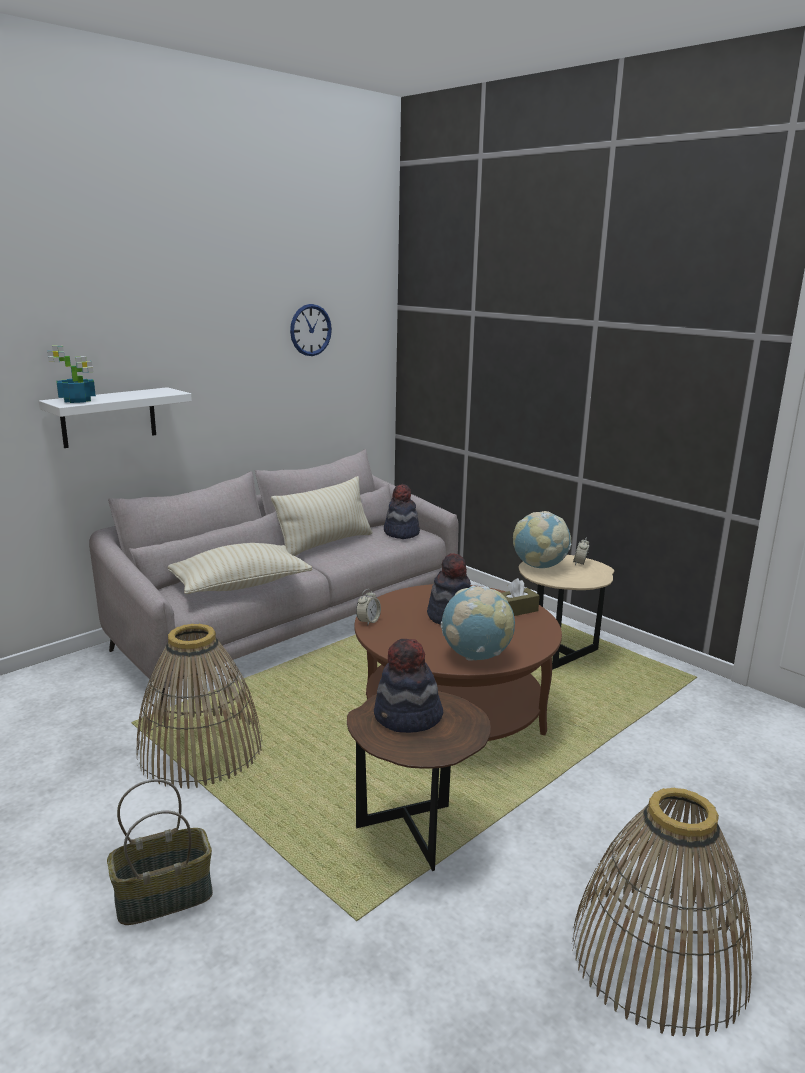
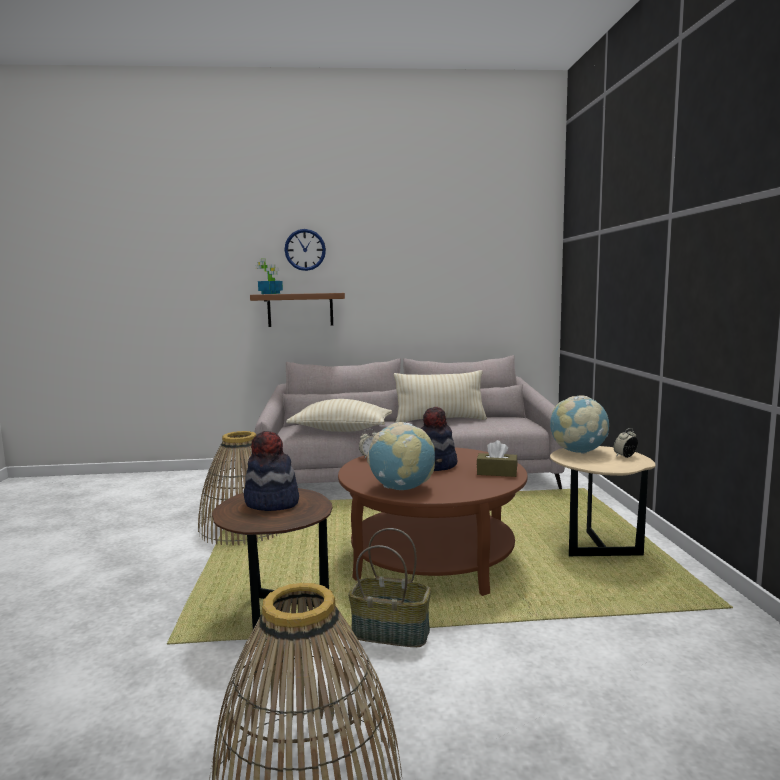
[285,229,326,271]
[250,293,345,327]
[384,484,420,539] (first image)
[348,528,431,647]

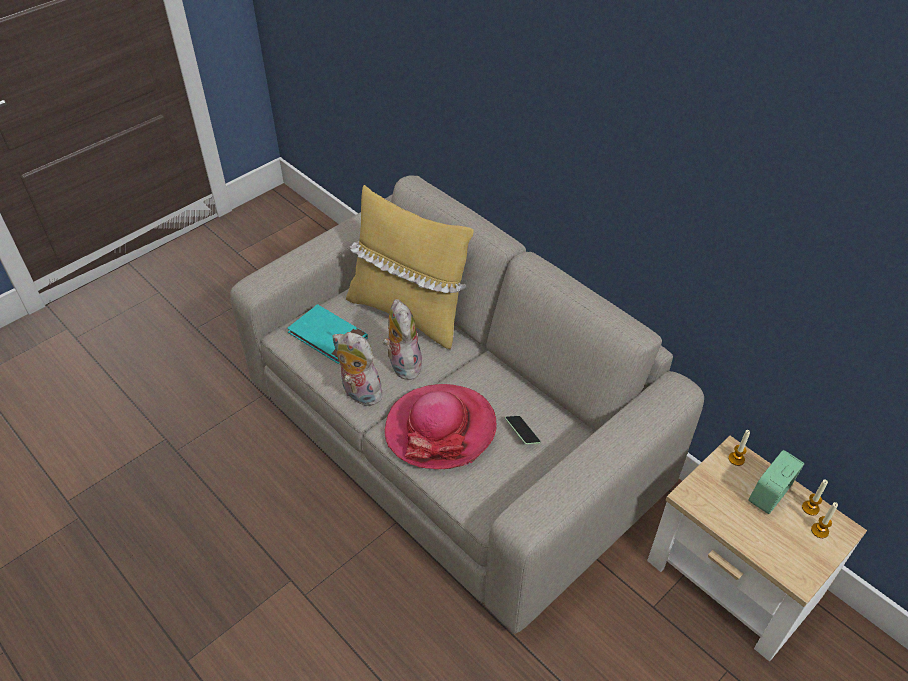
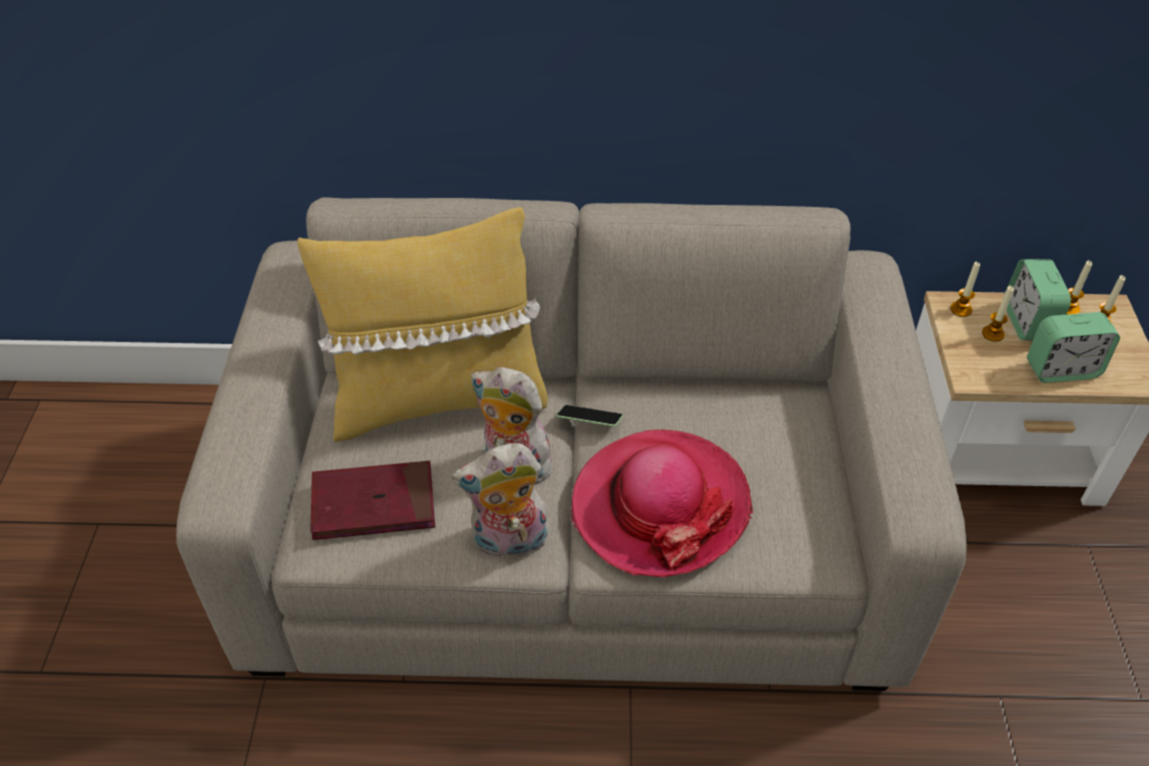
[310,461,435,540]
[556,405,623,427]
[982,286,1014,342]
[1027,312,1120,383]

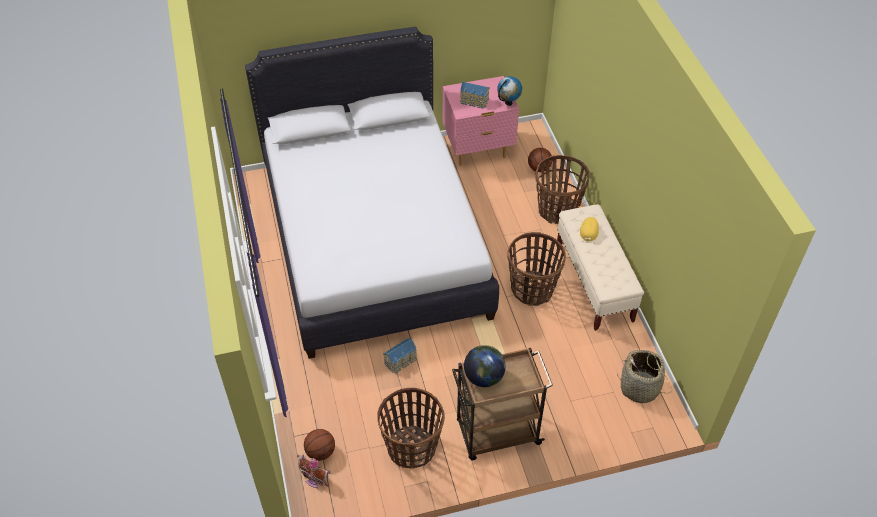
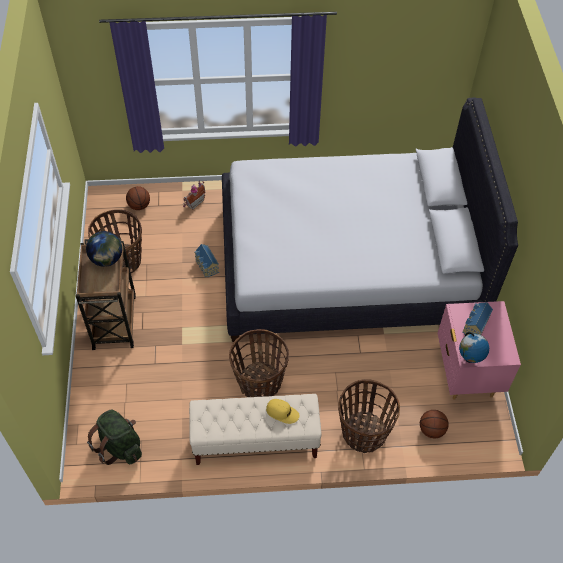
[87,410,142,465]
[183,180,205,210]

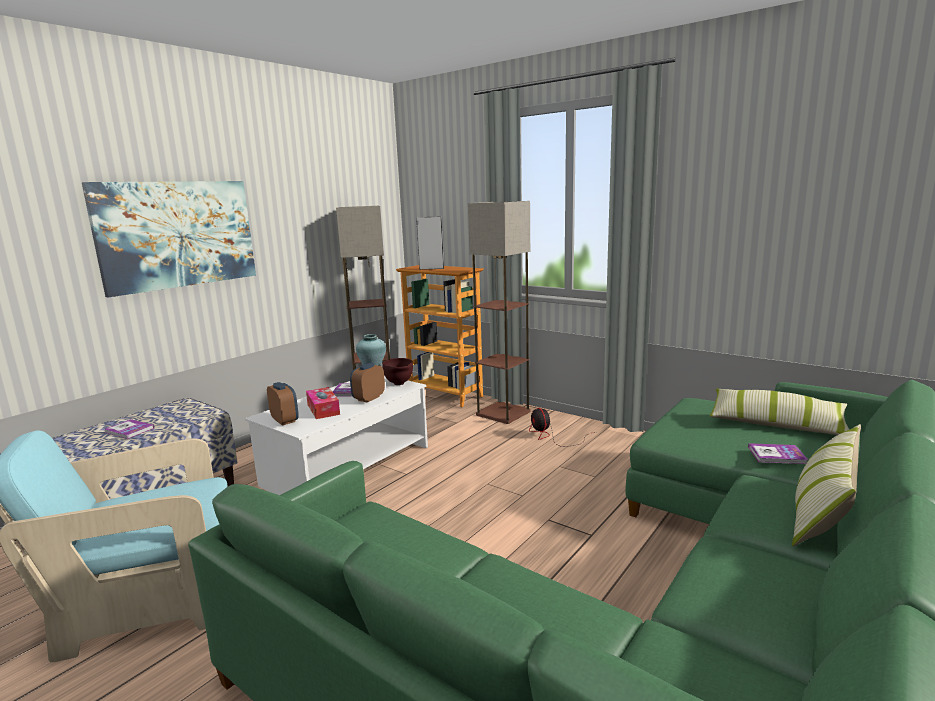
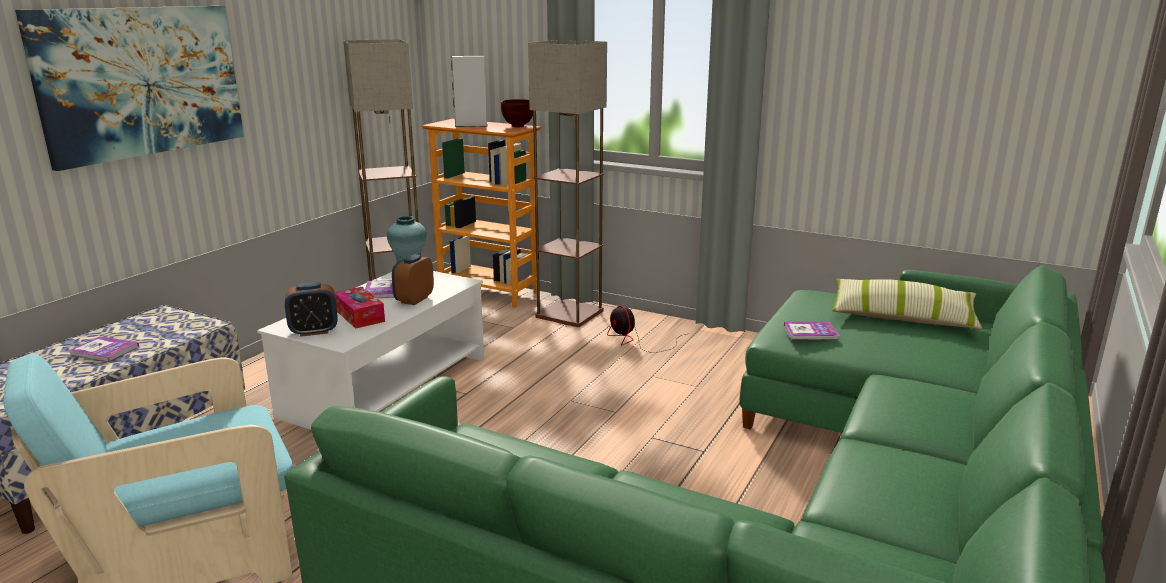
[501,99,533,127]
[285,282,338,337]
[792,424,861,546] (first image)
[784,322,839,340]

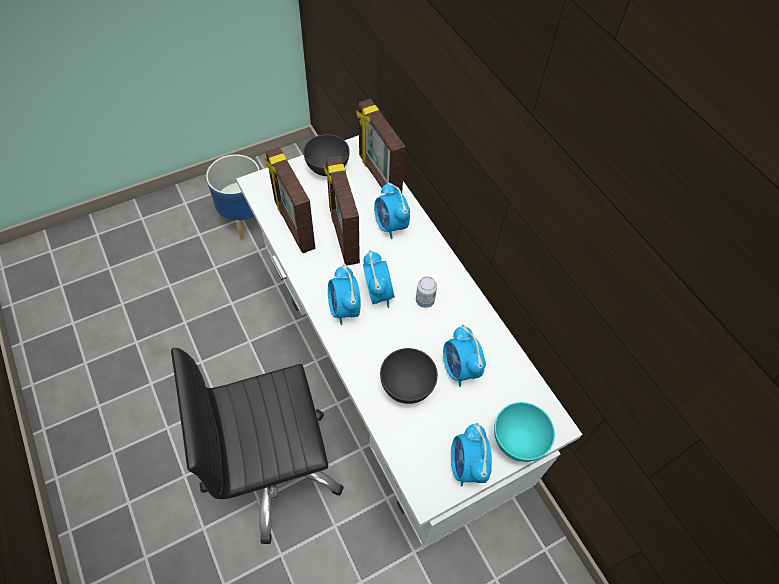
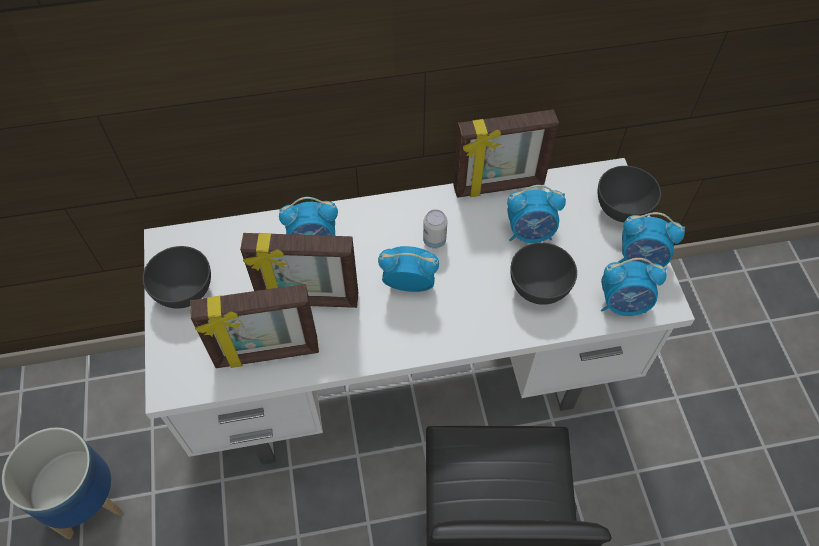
[453,109,559,198]
[601,258,667,316]
[598,166,661,222]

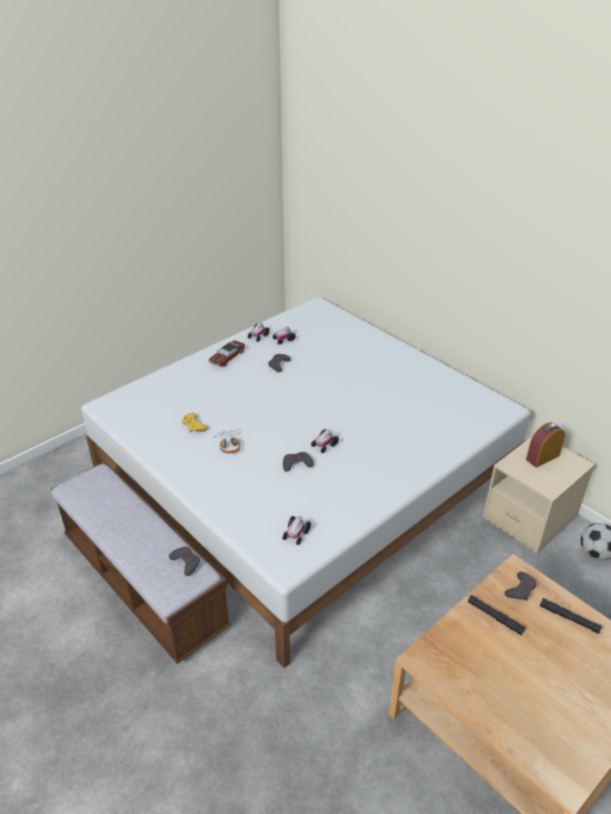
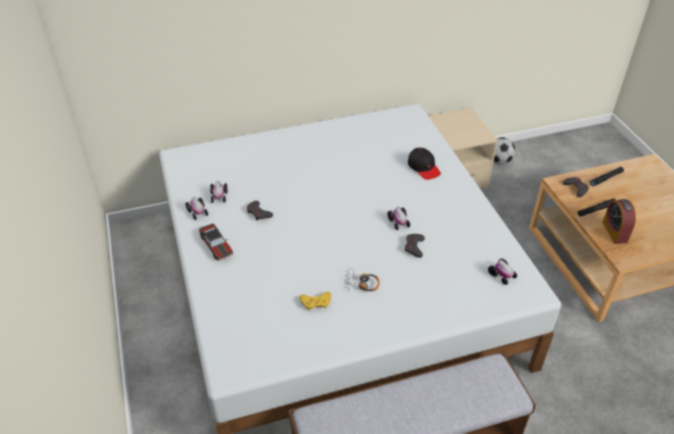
[602,199,636,244]
[169,547,200,576] (first image)
[408,147,441,180]

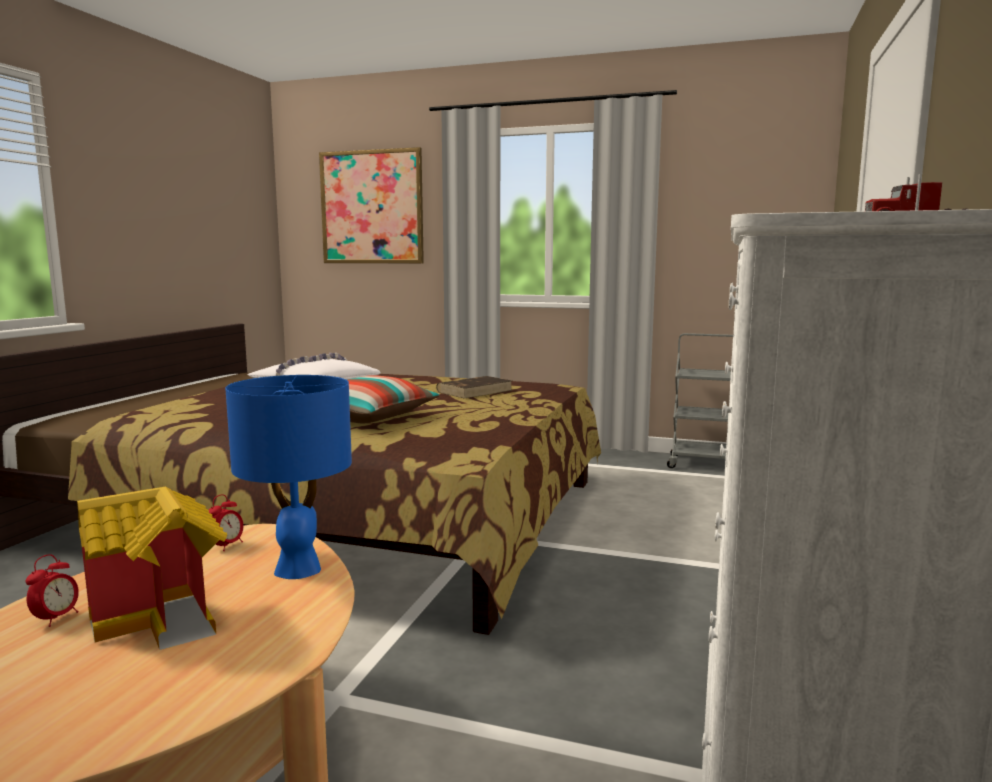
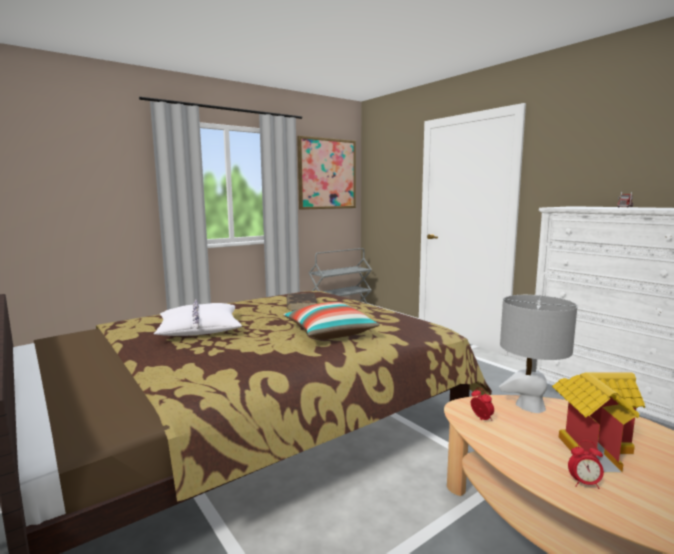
[297,136,356,210]
[499,295,577,413]
[568,440,604,489]

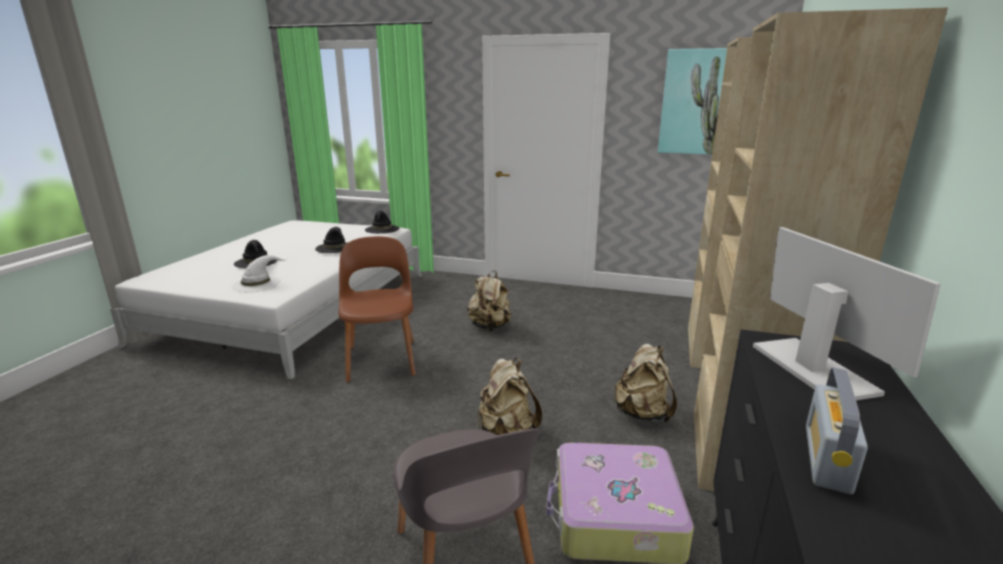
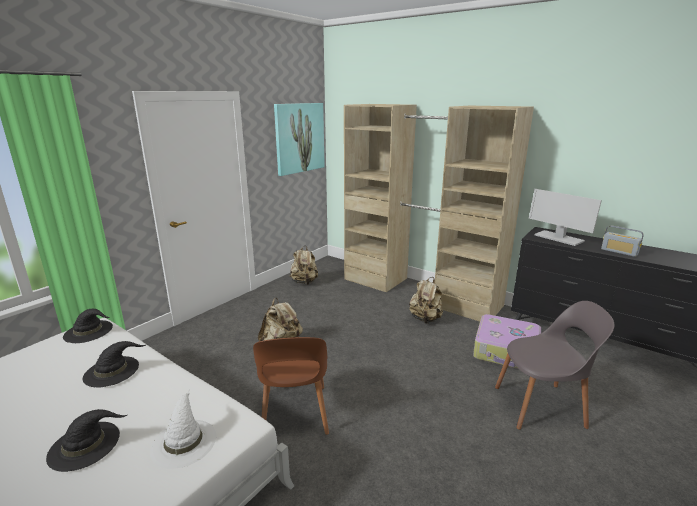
[529,189,602,246]
[253,337,329,435]
[290,246,318,285]

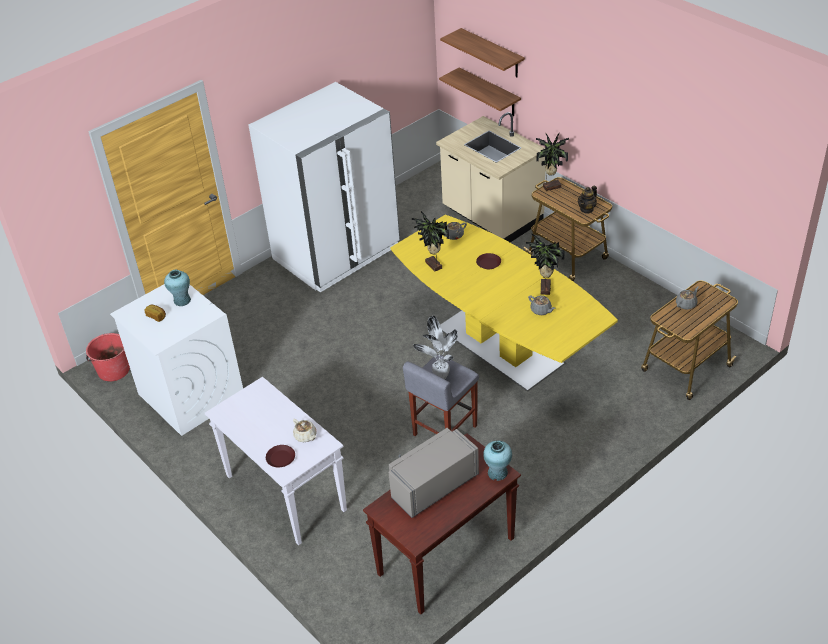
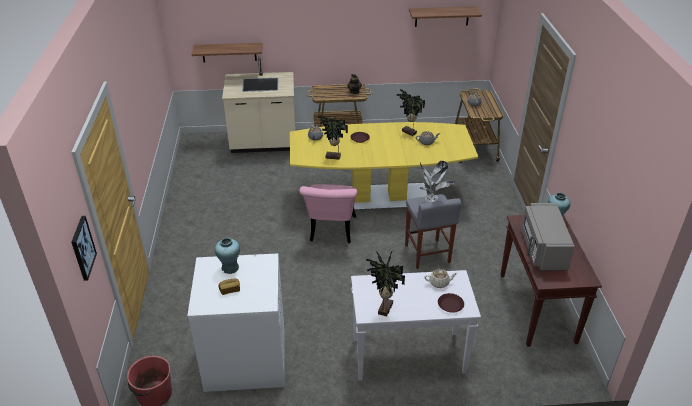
[409,6,482,27]
[249,82,400,292] (first image)
[366,251,405,316]
[299,184,357,243]
[71,216,97,281]

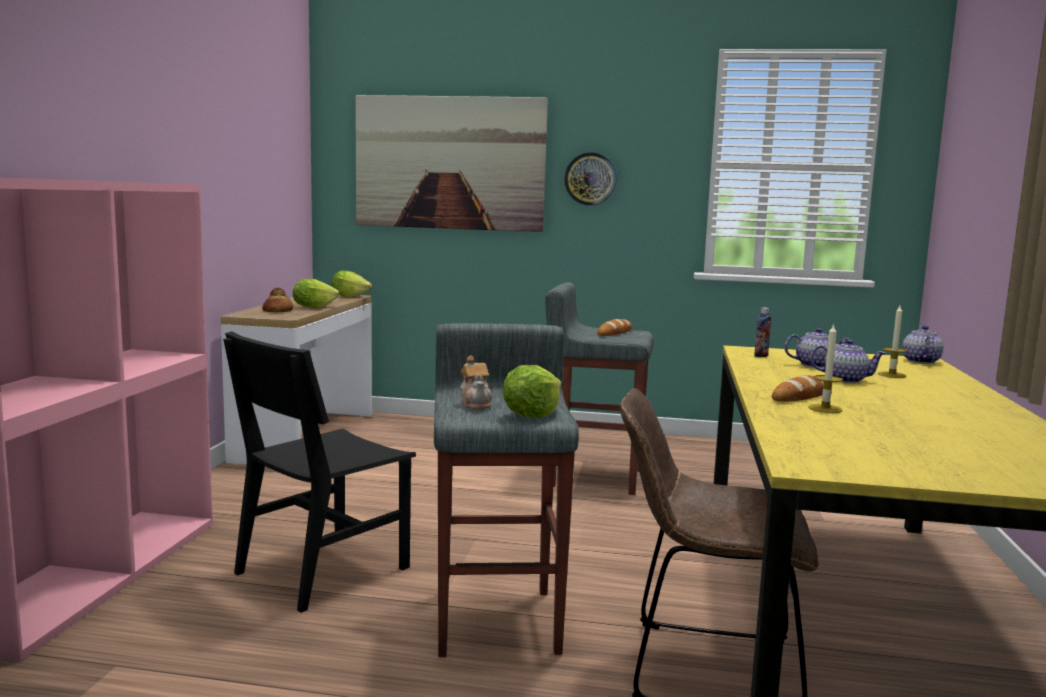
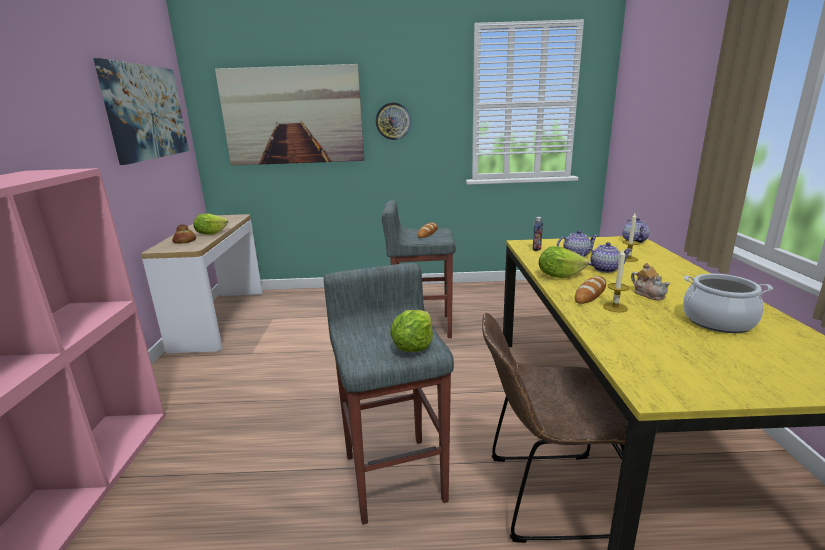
[539,246,589,278]
[223,331,416,613] (first image)
[631,263,670,300]
[93,58,189,165]
[683,274,773,333]

